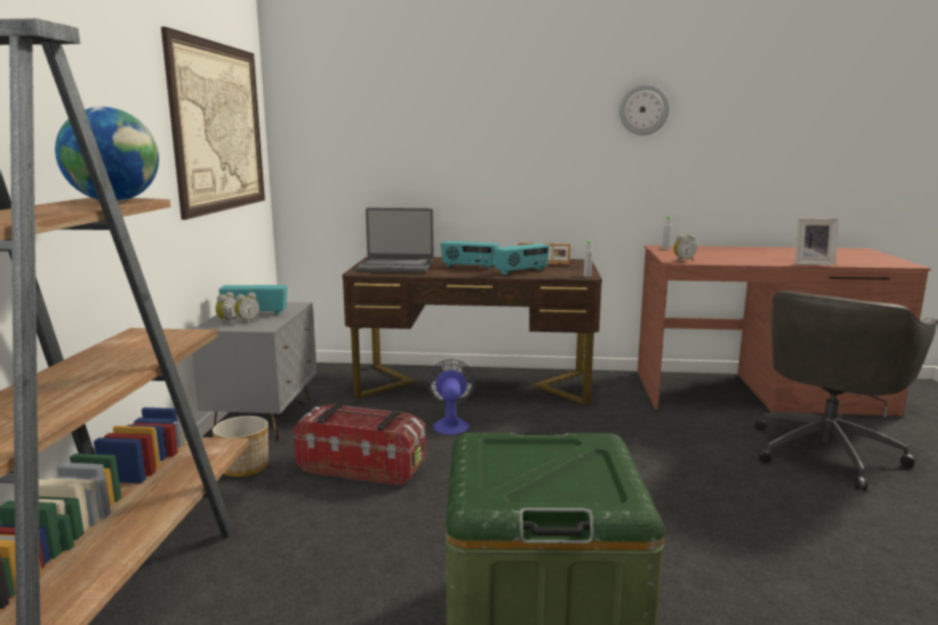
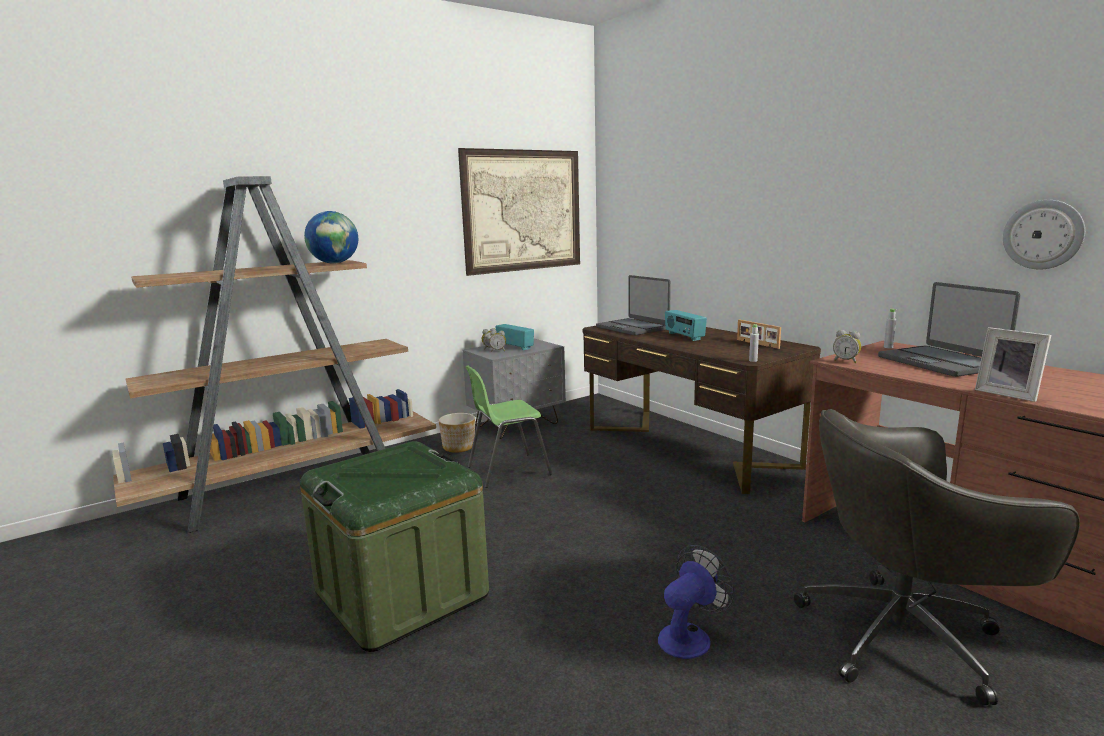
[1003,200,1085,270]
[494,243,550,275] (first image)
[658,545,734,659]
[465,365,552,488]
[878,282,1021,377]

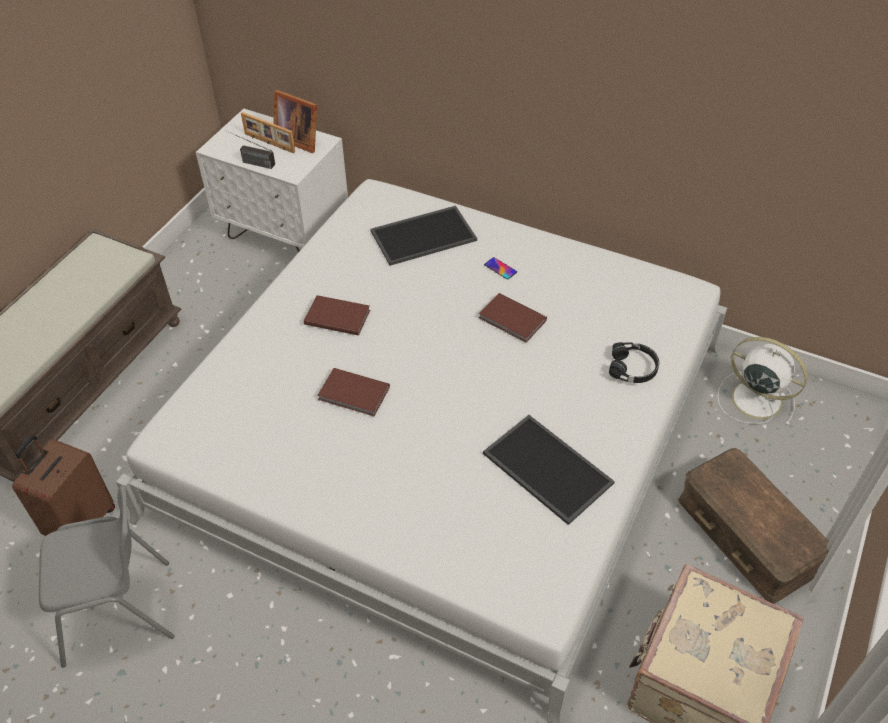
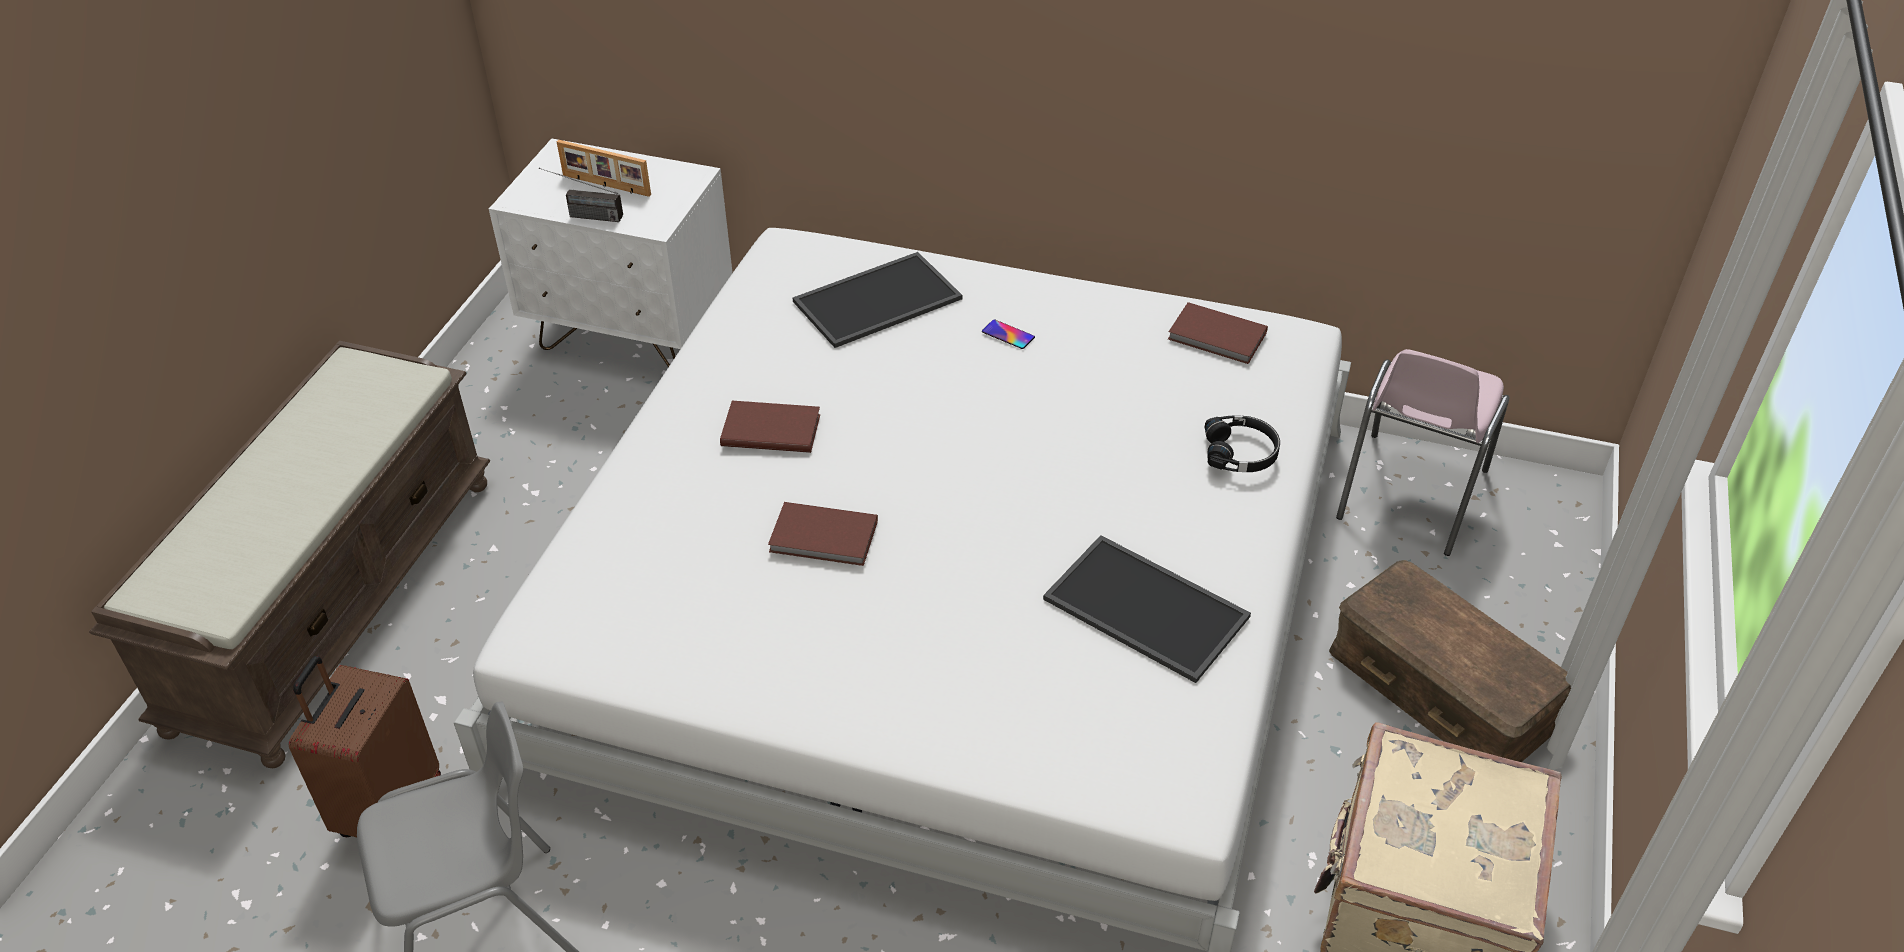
[274,90,317,153] (first image)
[1168,302,1268,364]
[1336,349,1510,556]

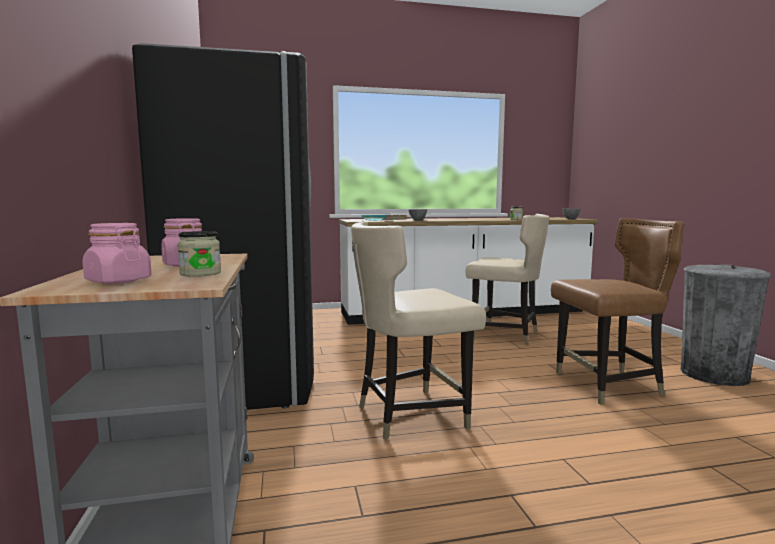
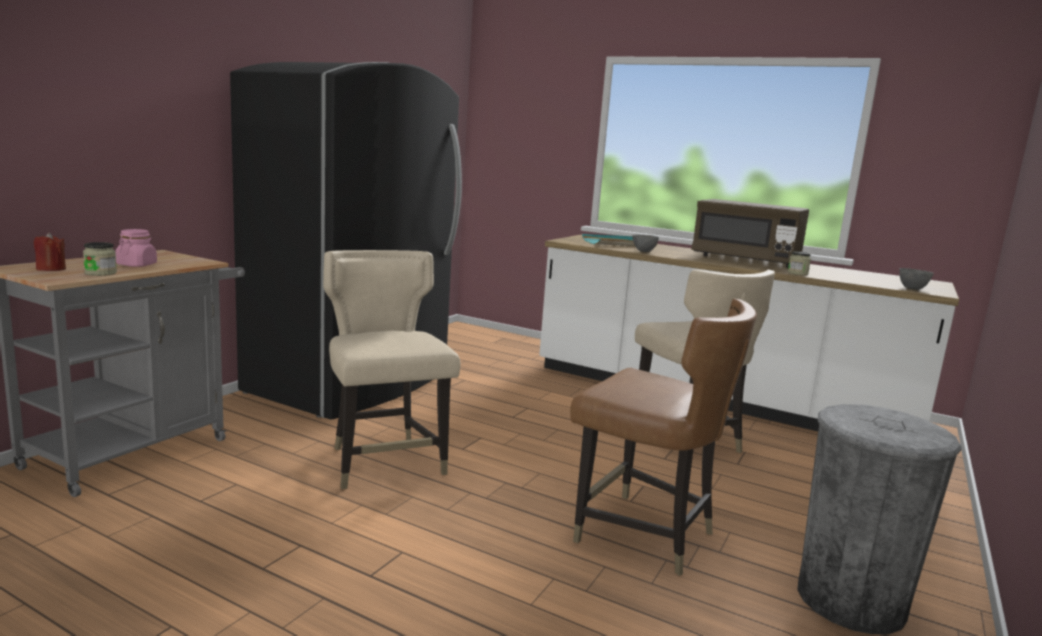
[323,250,461,490]
[34,232,66,271]
[691,199,809,268]

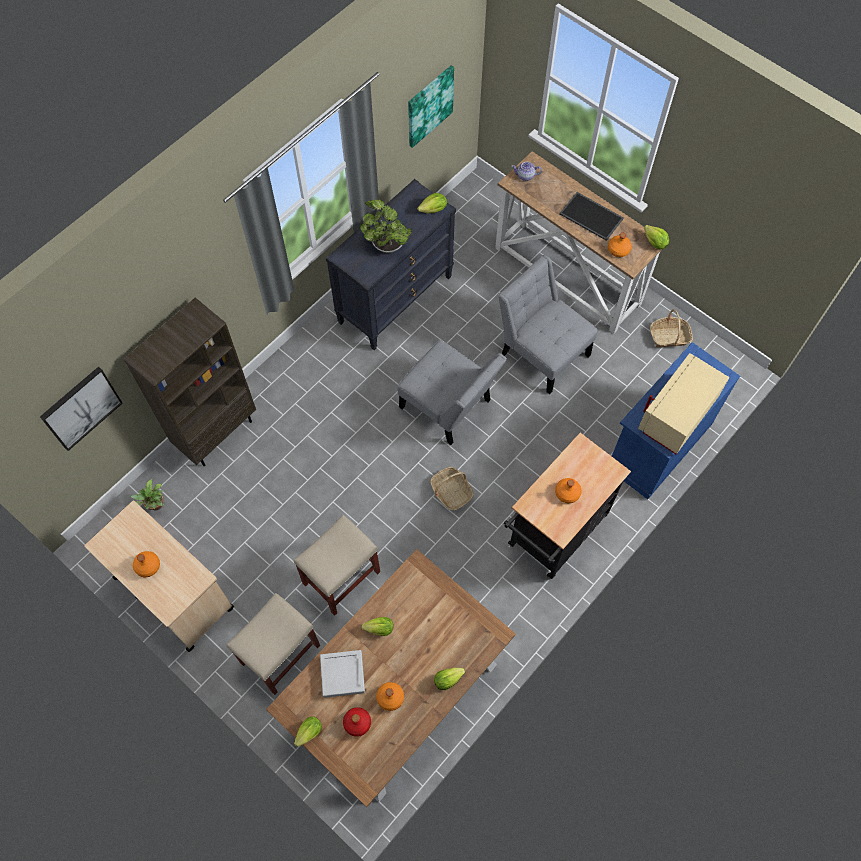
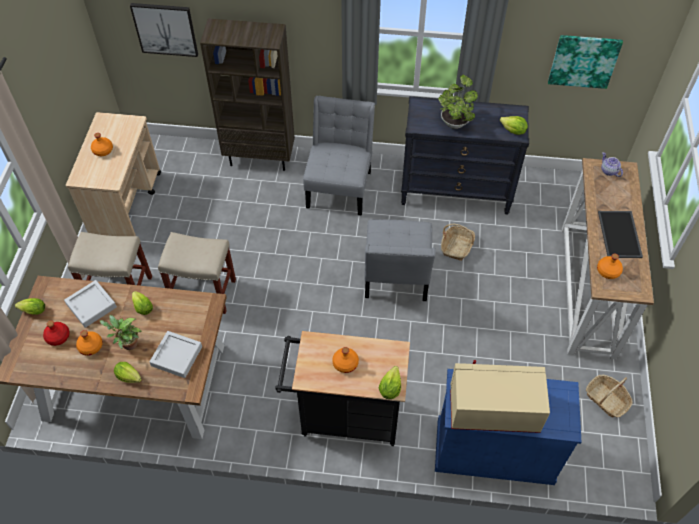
[379,366,401,399]
[303,96,375,216]
[441,223,475,261]
[100,315,142,350]
[149,331,202,378]

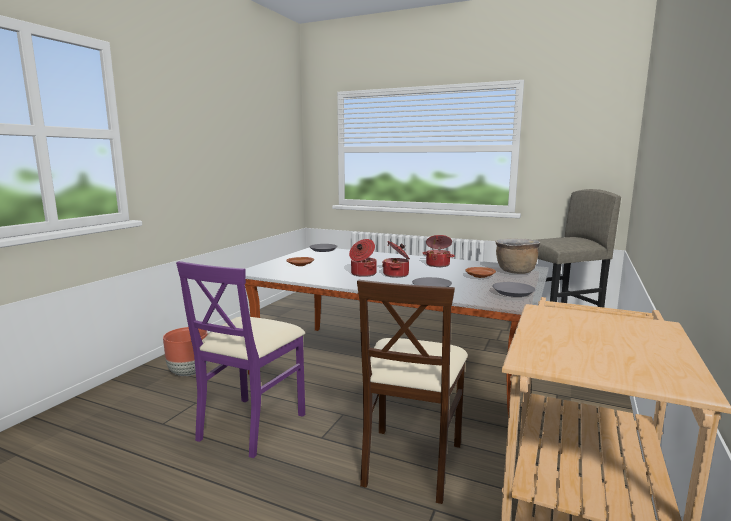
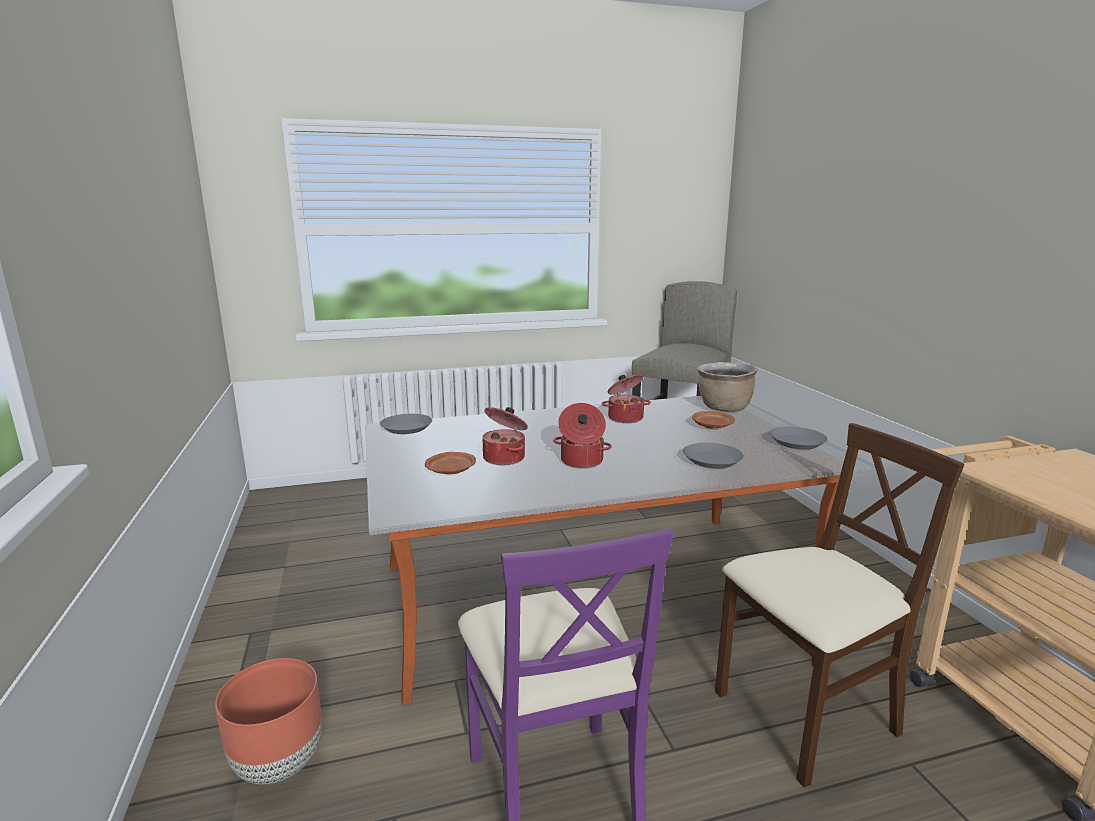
[482,407,528,465]
[715,423,964,788]

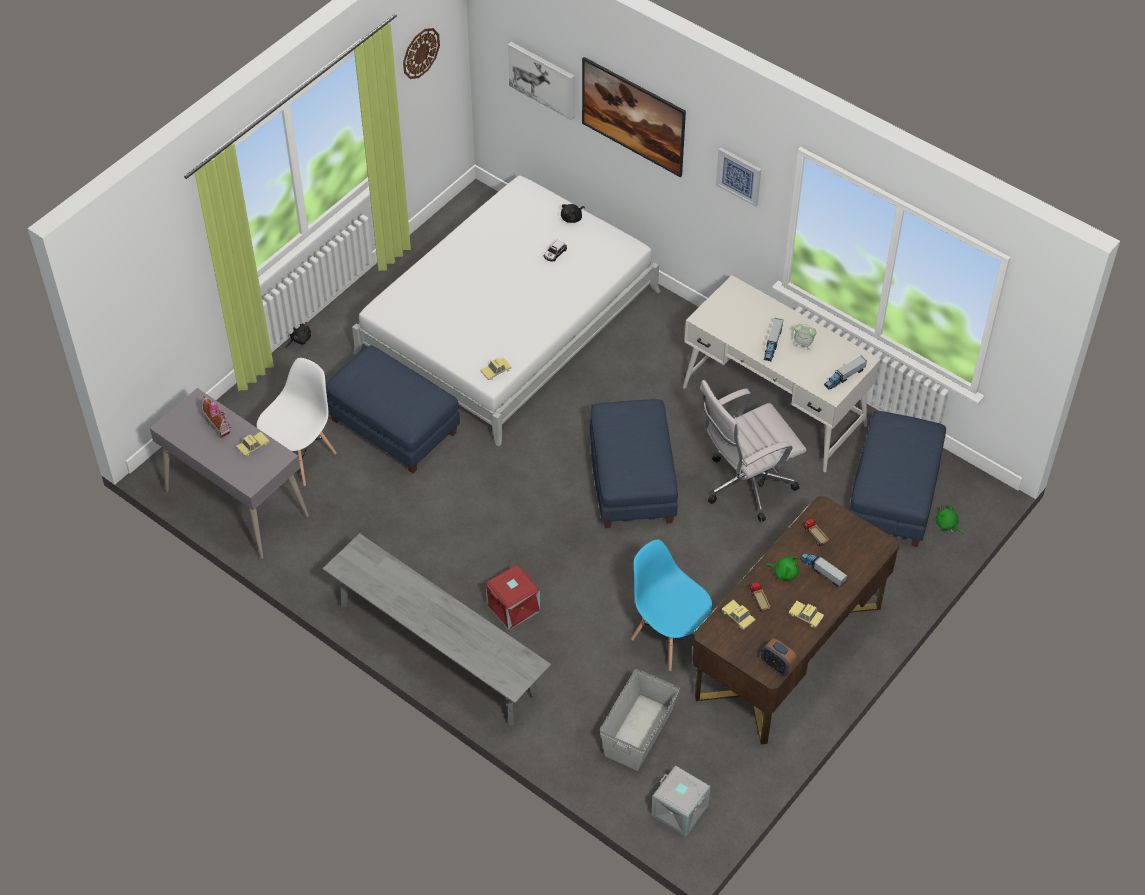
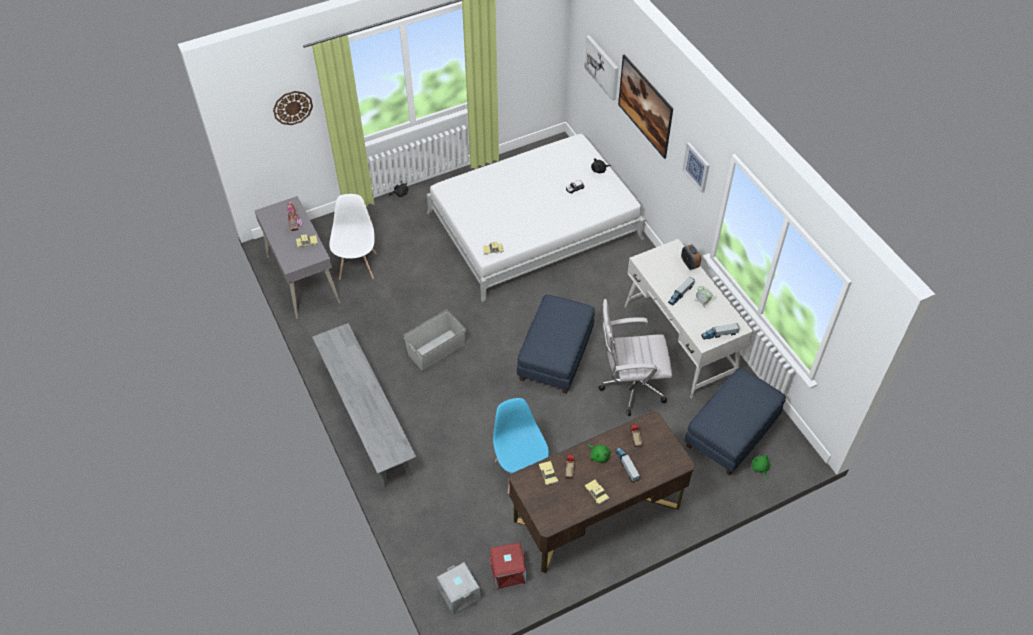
[273,91,313,125]
[326,345,460,473] (first image)
[329,194,376,280]
[489,543,526,589]
[681,244,701,270]
[403,309,466,371]

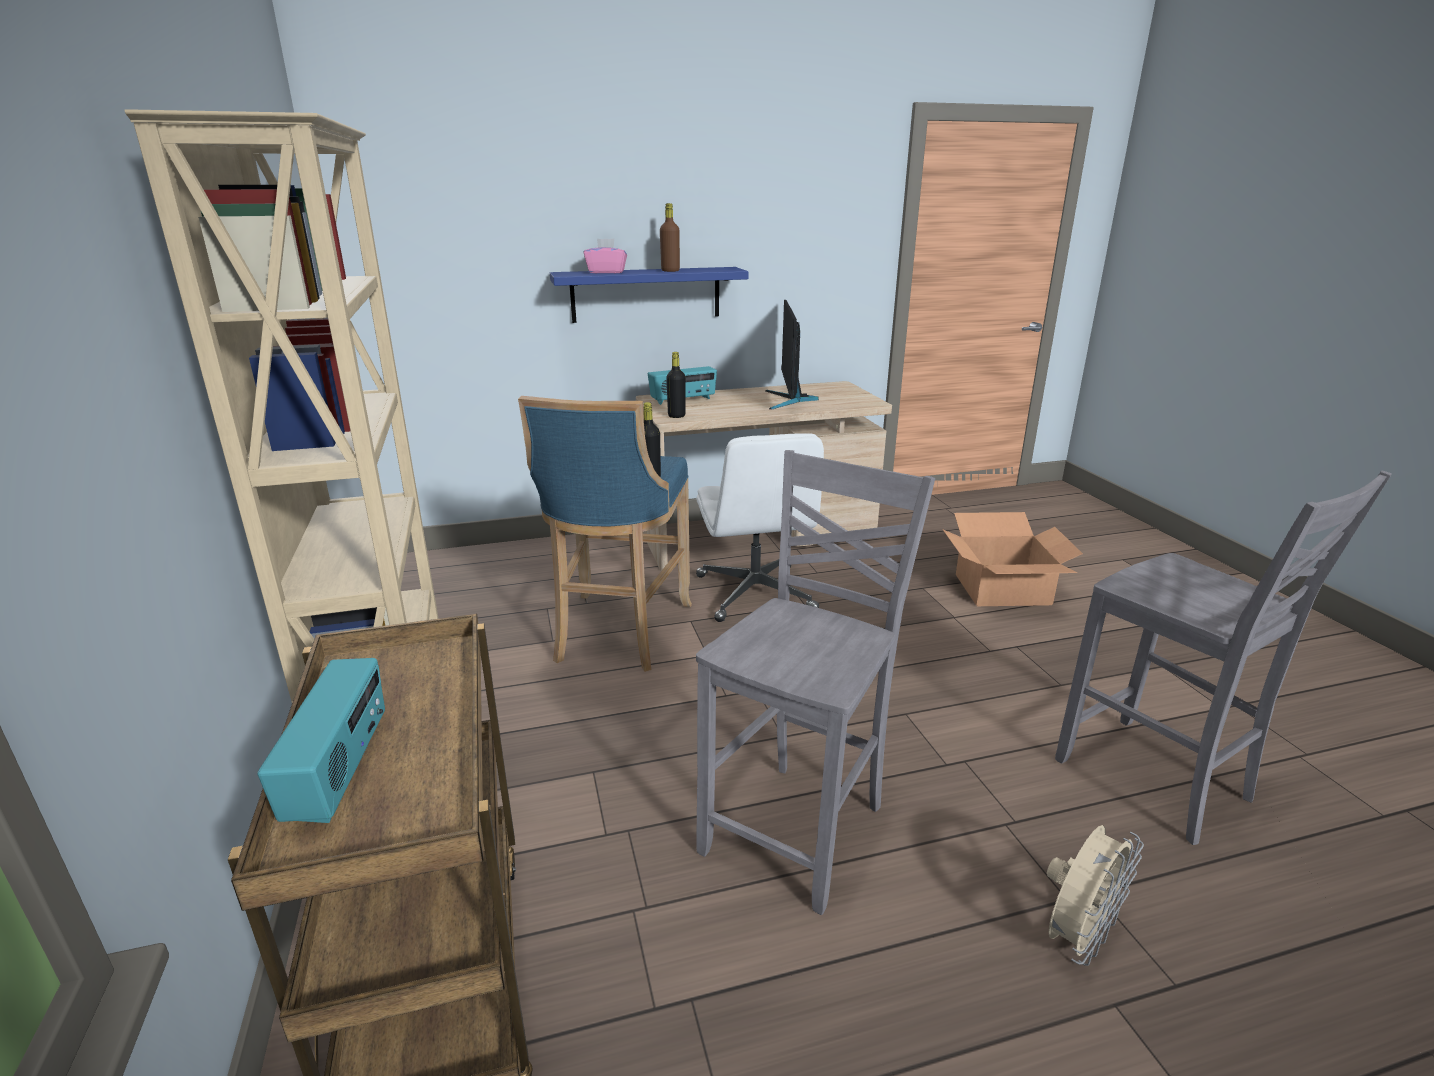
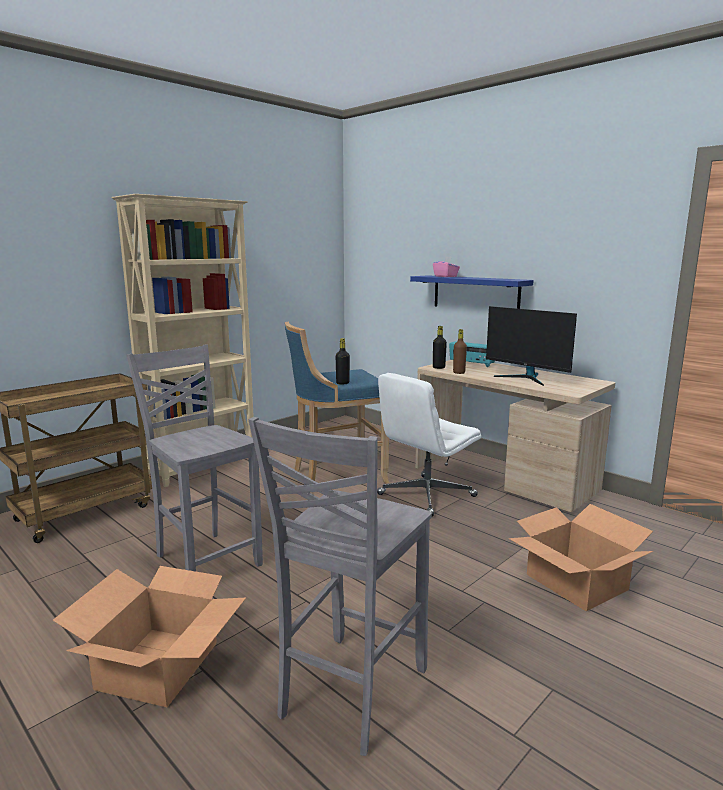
[453,329,467,374]
[486,306,577,386]
[127,345,263,571]
[258,658,385,823] (first image)
[53,566,246,707]

